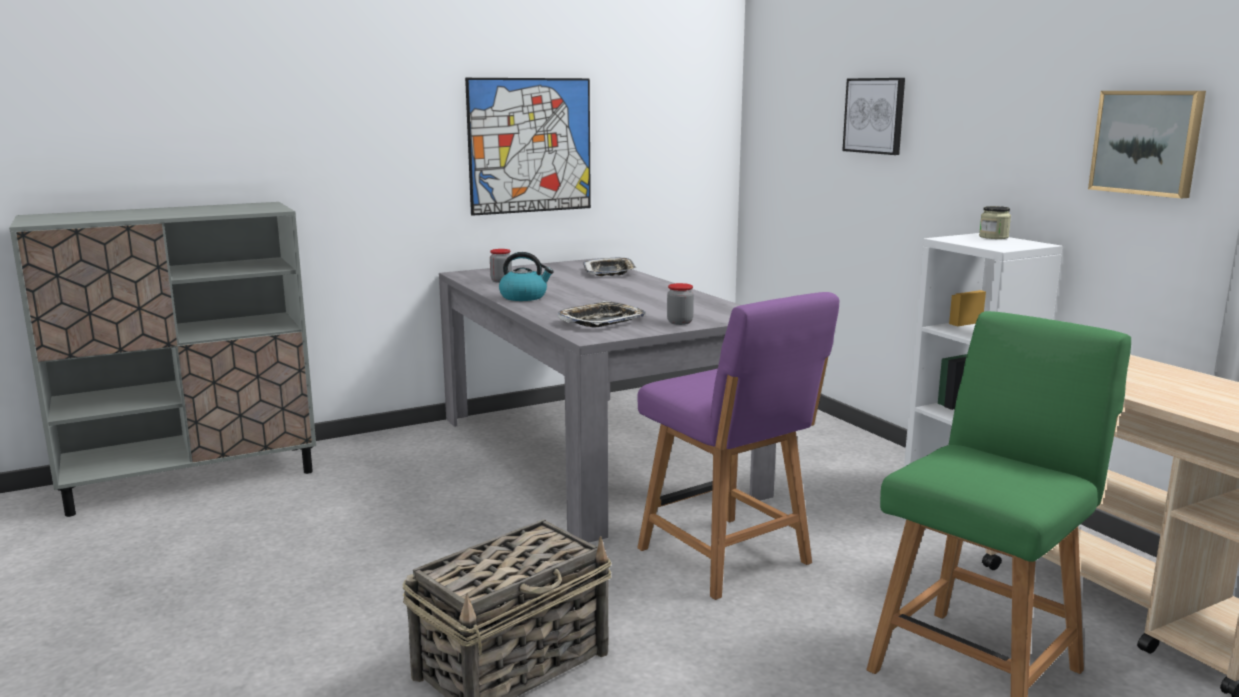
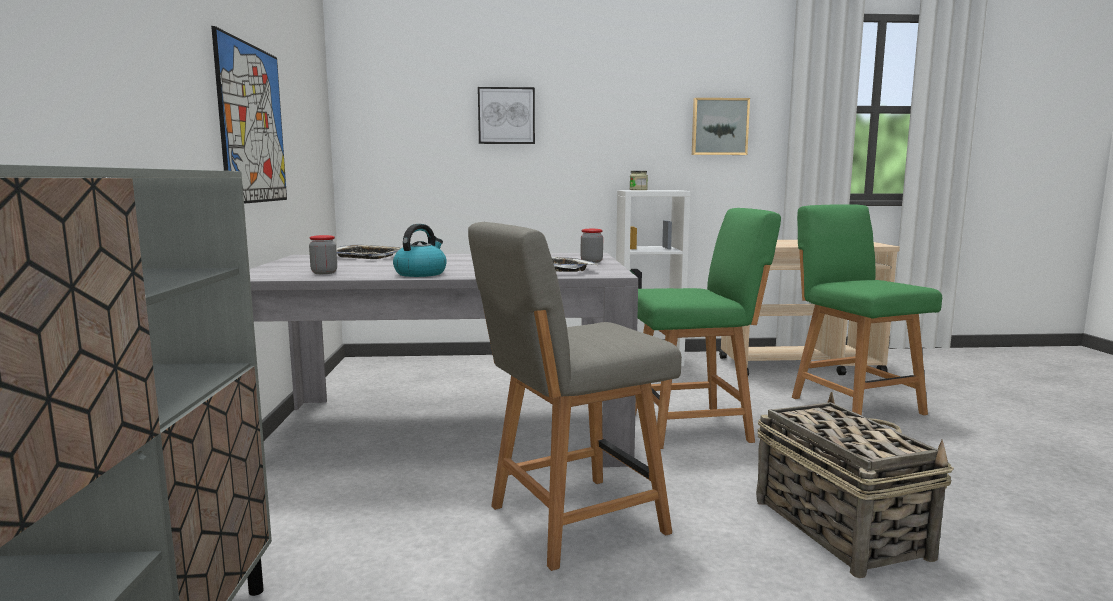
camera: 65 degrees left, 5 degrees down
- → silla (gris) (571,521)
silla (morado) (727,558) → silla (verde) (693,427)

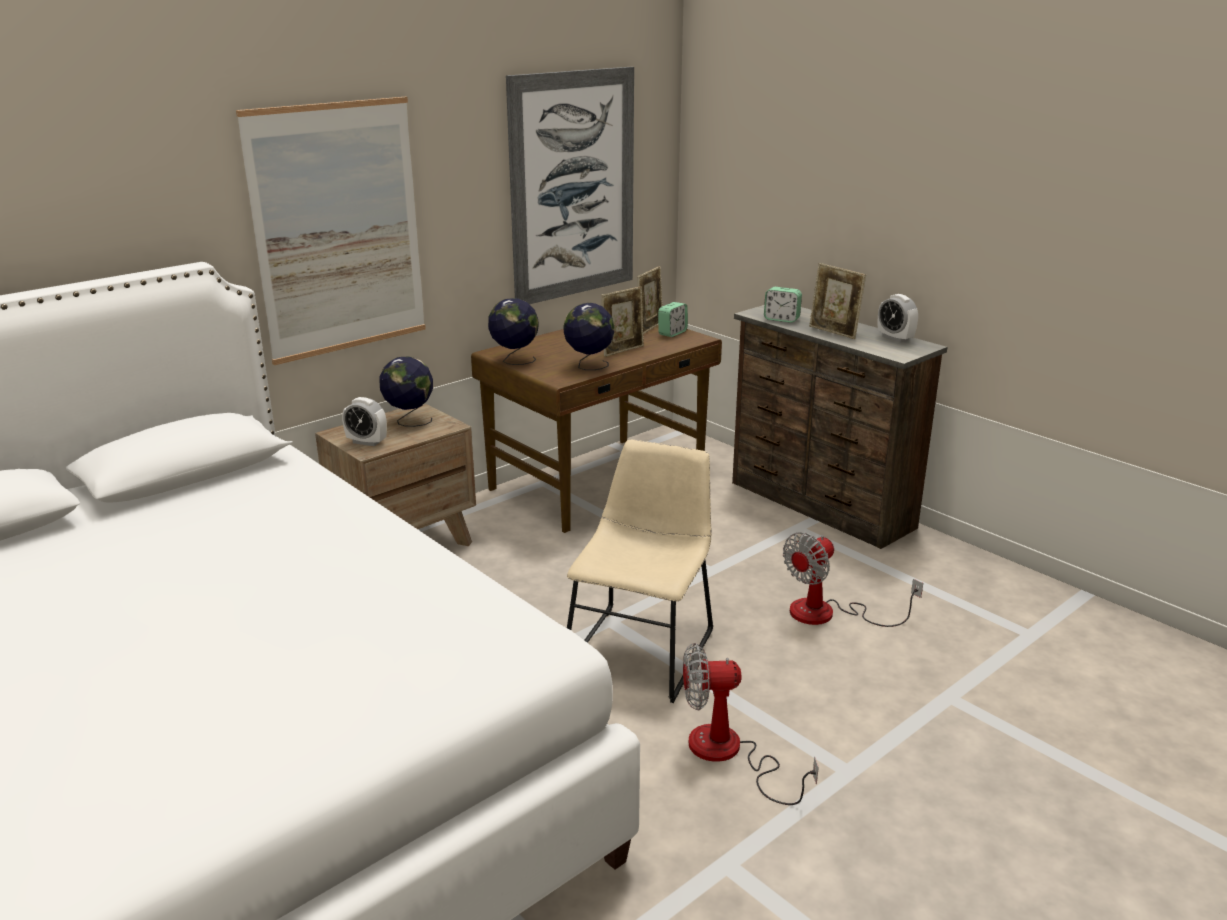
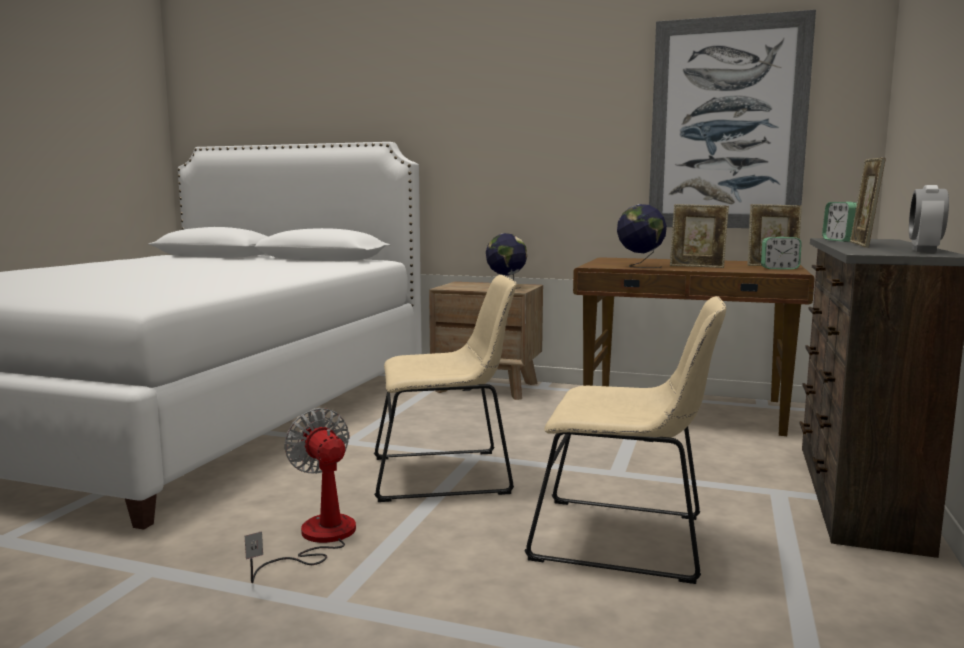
camera: 60 degrees right, 15 degrees down
ventilador (828,614) → silla (beis) (627,539)
cuadro (338,230) → -
despertador (366,442) → -
globo terráqueo (514,360) → -

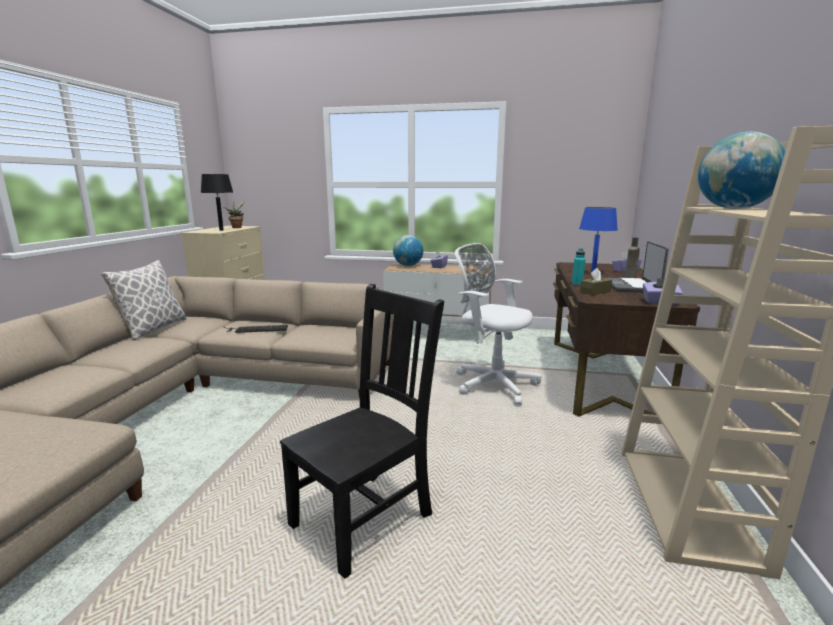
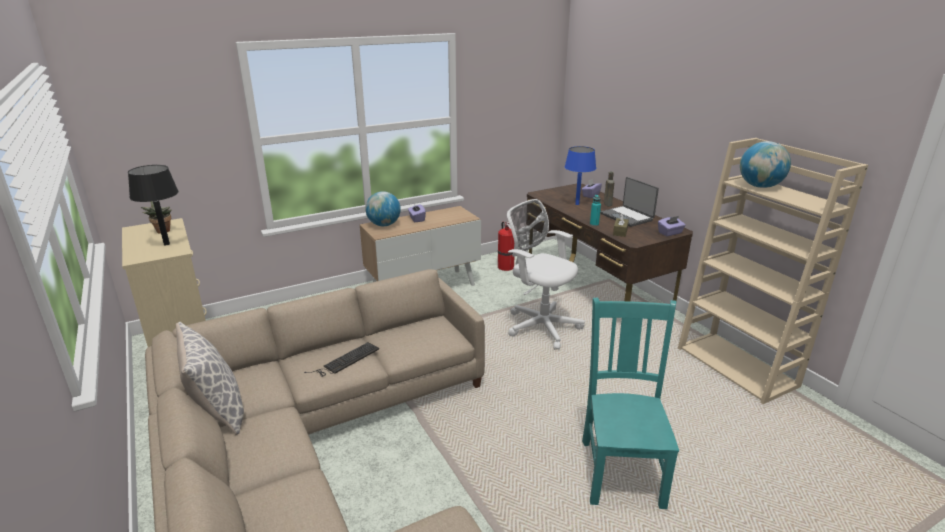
camera: 40 degrees left, 10 degrees up
- → extintor (505,266)
silla de oficina (blanco) (492,383) → silla de oficina (blanco) (540,325), 45 degrees clockwise
silla (negro) (365,517) → silla (turquesa) (621,470)

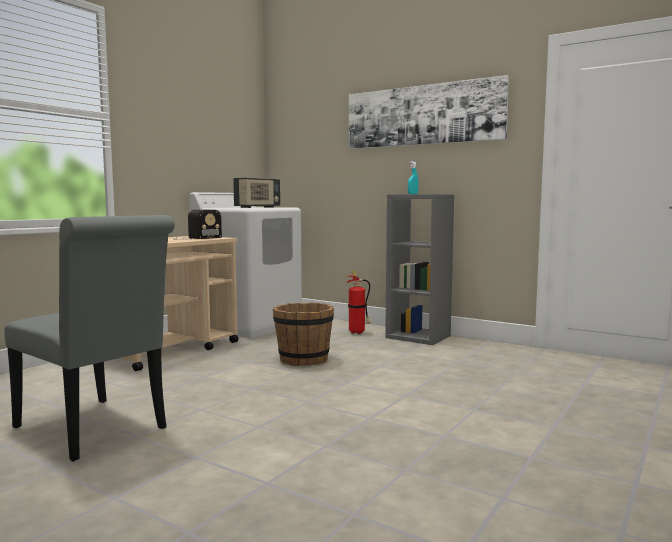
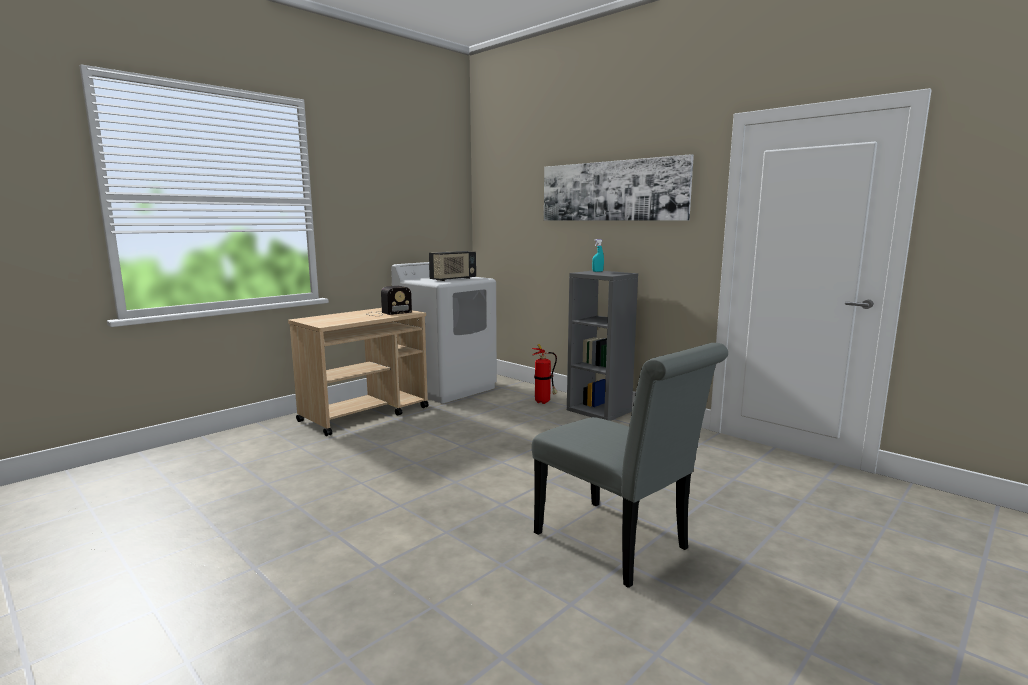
camera: 10 degrees right, 5 degrees up
silla (gris) (95,430) → silla (gris) (618,545), moved
cubo (marrón) (303,360) → -

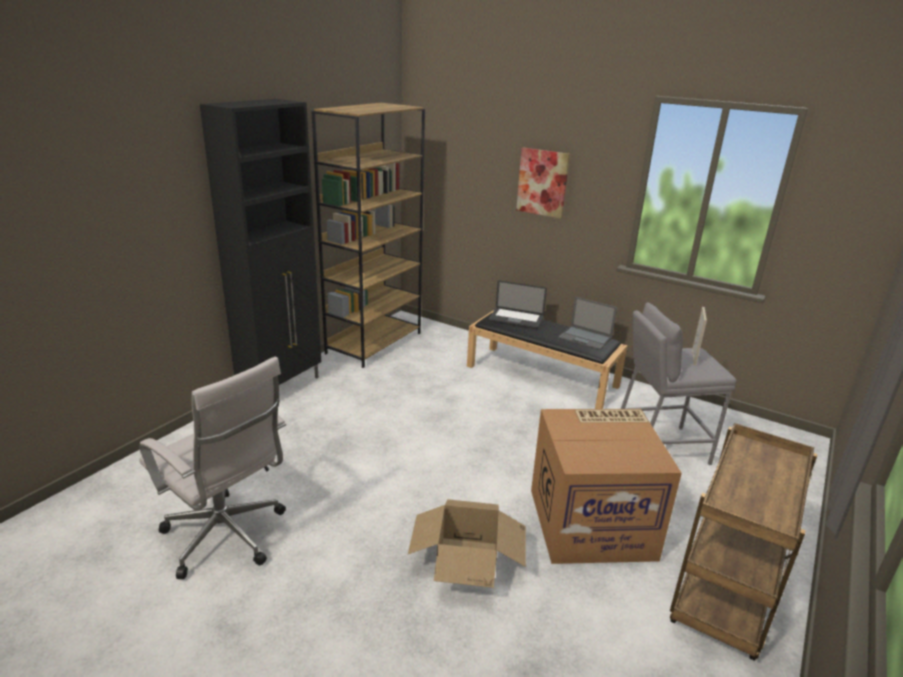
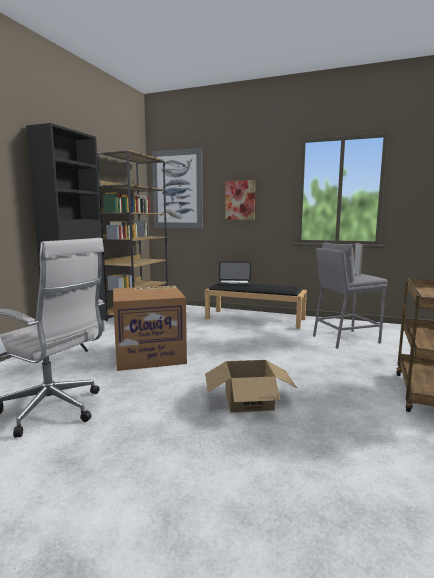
camera: 10 degrees left, 15 degrees down
caja de cartón (592,522) → caja de cartón (150,354), moved
- → cuadro (177,189)
portátil (585,338) → -

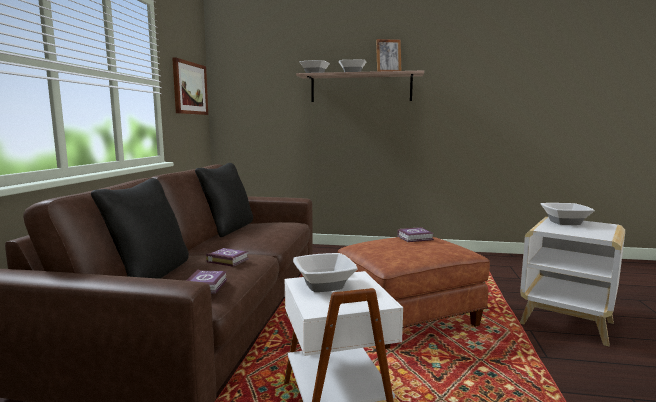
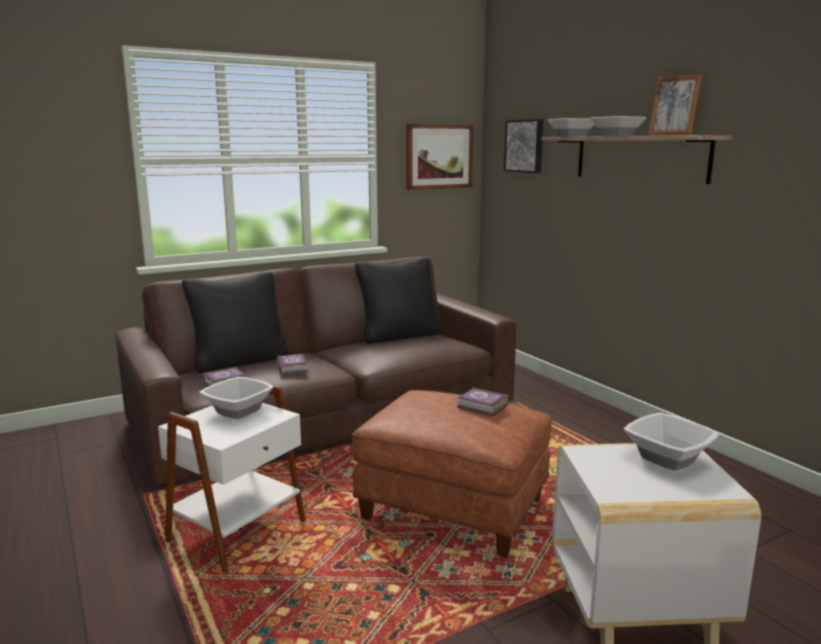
camera: 50 degrees right, 5 degrees up
- → cuadro (525,146)

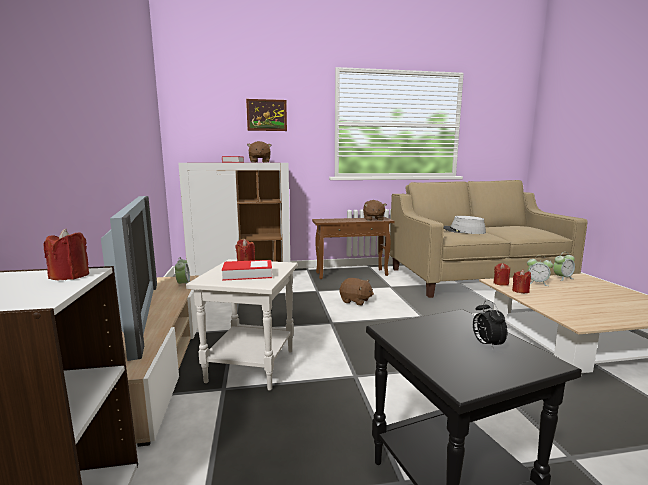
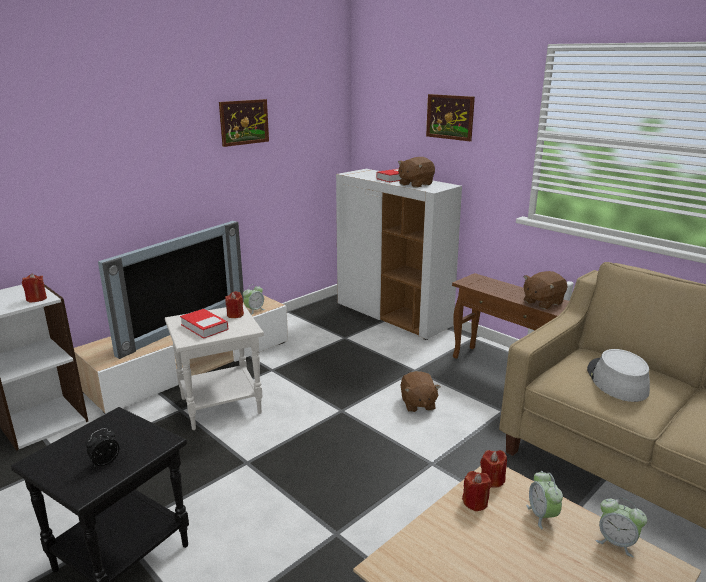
camera: 55 degrees right, 10 degrees up
- → cuadro (244,122)

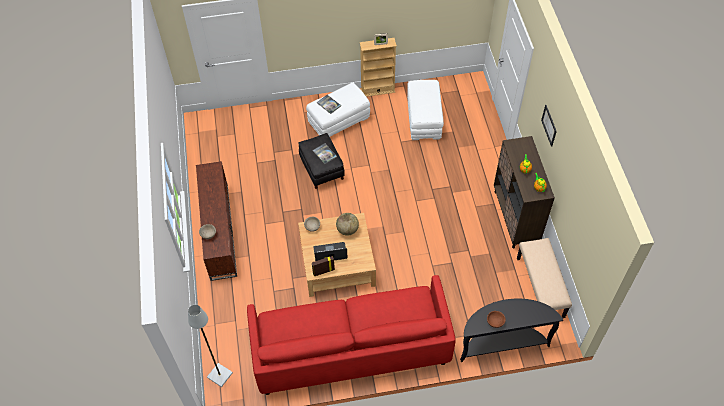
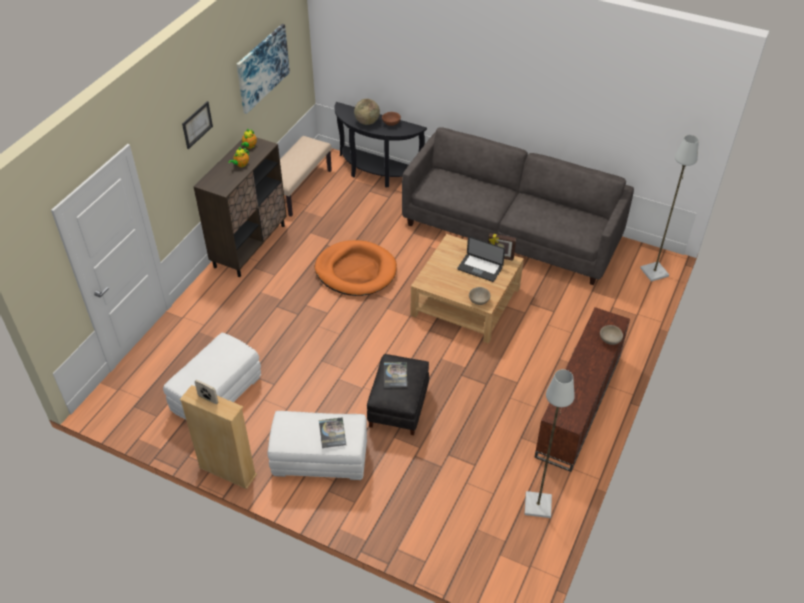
camera: 145 degrees left, 10 degrees down
- → cuadro (262,68)
- → cama para perro (naranja) (356,271)
globo terráqueo (347,230) → globo terráqueo (367,122), moved
sofá (rojo) (351,348) → sofá (gris) (511,231)
- → lámpara de pie (gris) (538,505)

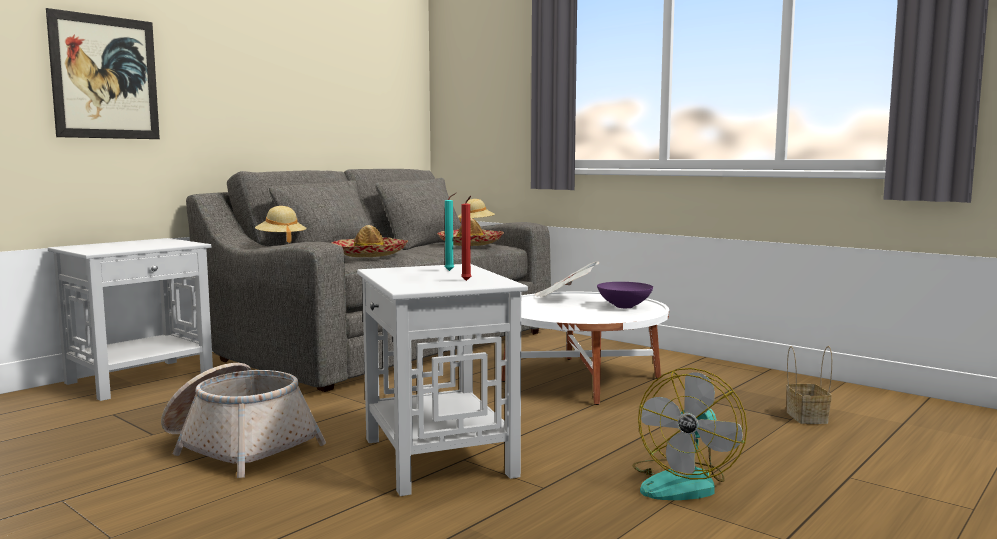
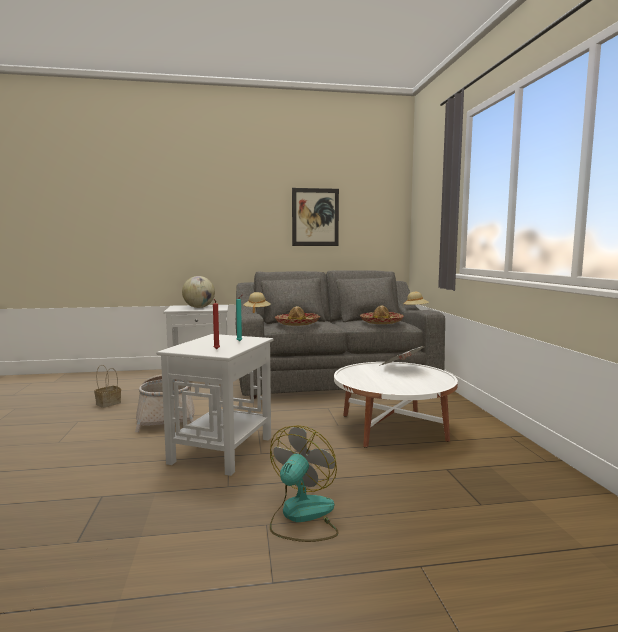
camera: 40 degrees right, 0 degrees up
cesta (805,417) → cesta (109,403), moved
- → globo terráqueo (199,307)
ventilador (684,482) → ventilador (301,516), 135 degrees clockwise
cuadro (105,77) → cuadro (315,217), moved
cuenco (morado) (623,306) → -

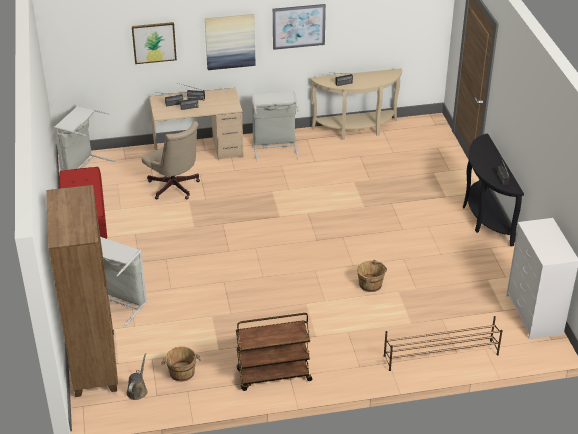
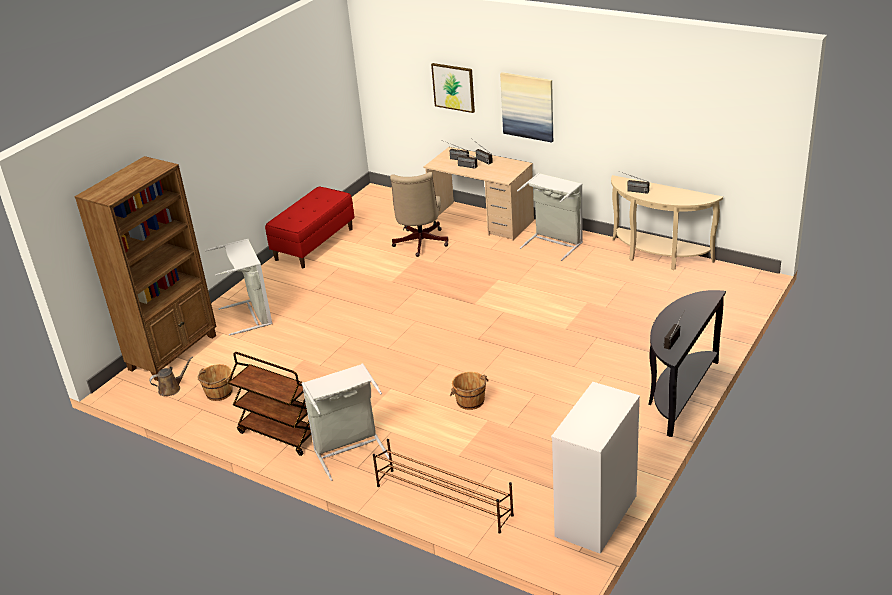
camera: 45 degrees right, 5 degrees down
cesto de la ropa (gris) (83,167) → cesto de la ropa (gris) (349,450), moved
cuadro (298,26) → -

